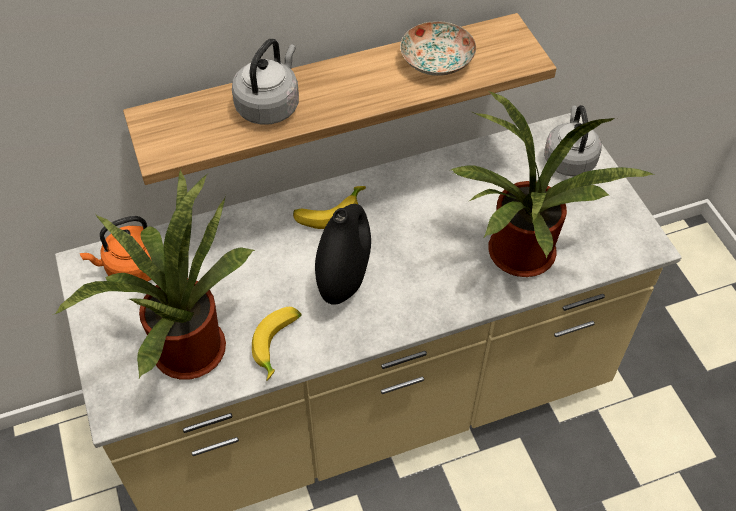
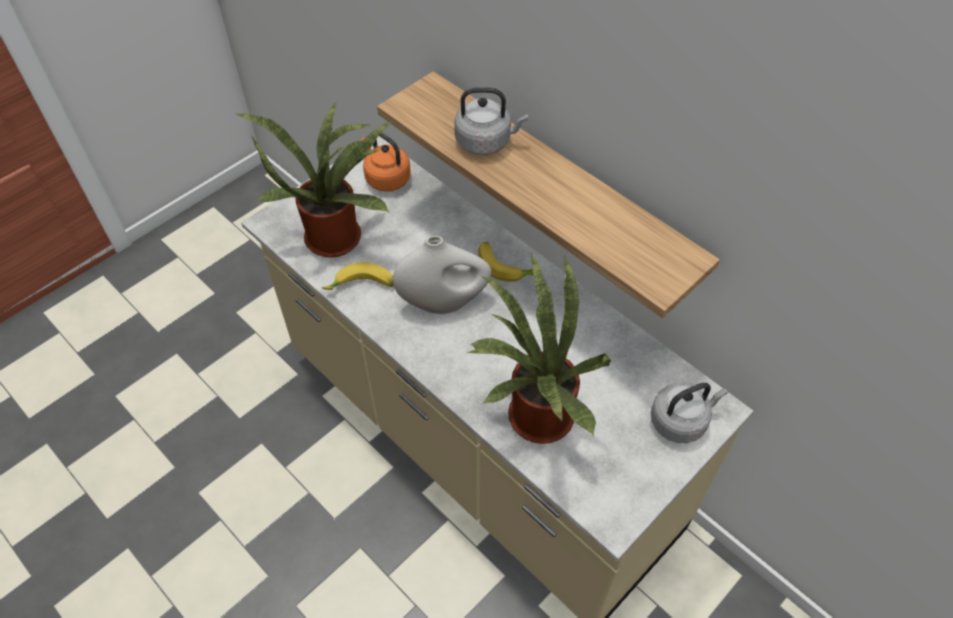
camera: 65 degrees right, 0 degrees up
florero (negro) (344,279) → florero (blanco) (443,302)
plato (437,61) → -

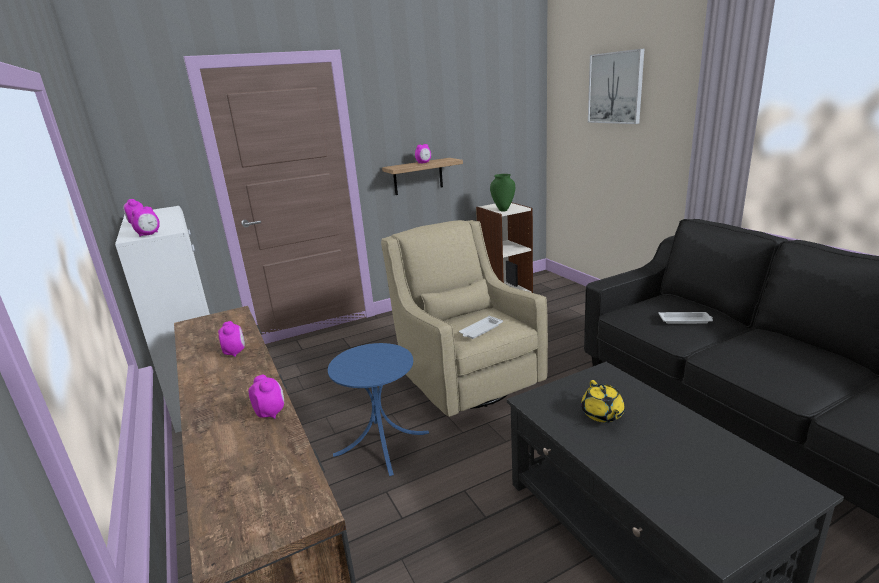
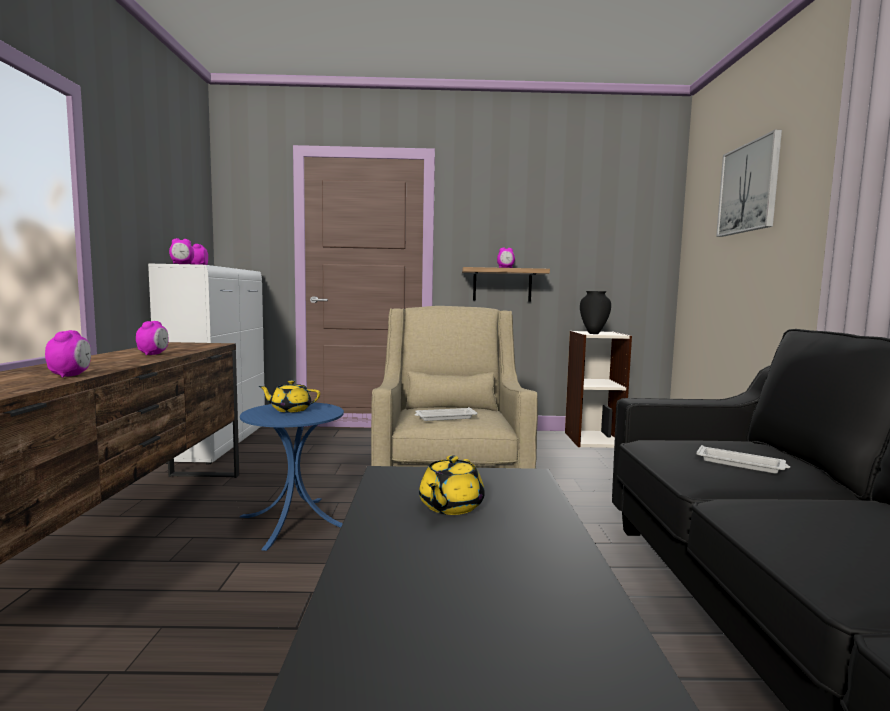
camera: 25 degrees right, 15 degrees down
- → tetera (amarillo) (290,410)
florero (verde) (503,210) → florero (negro) (593,333)

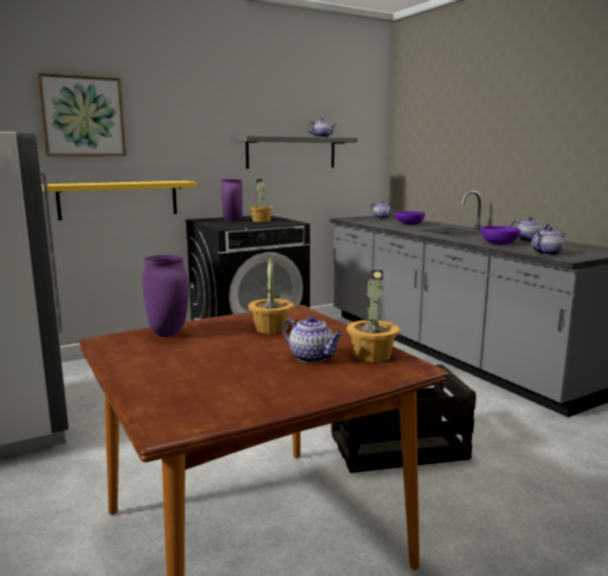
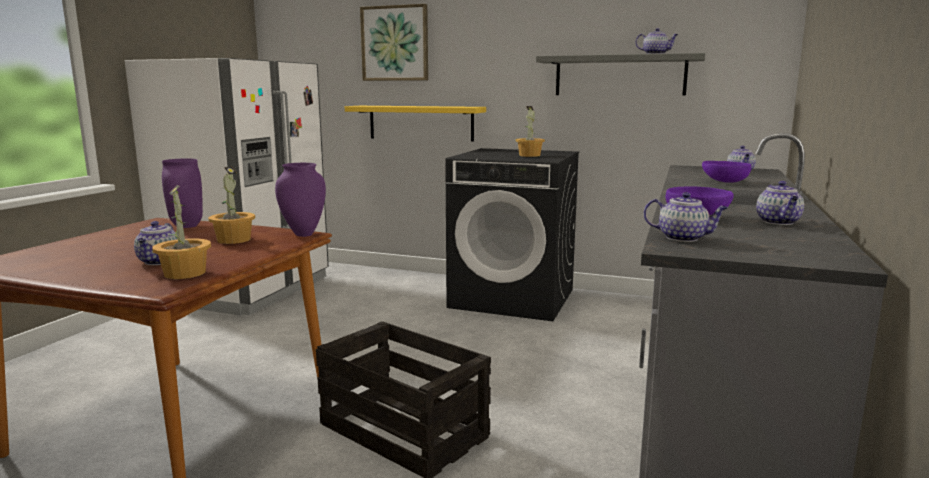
camera: 50 degrees right, 0 degrees up
florero (morado) (233,221) → florero (morado) (304,234), moved

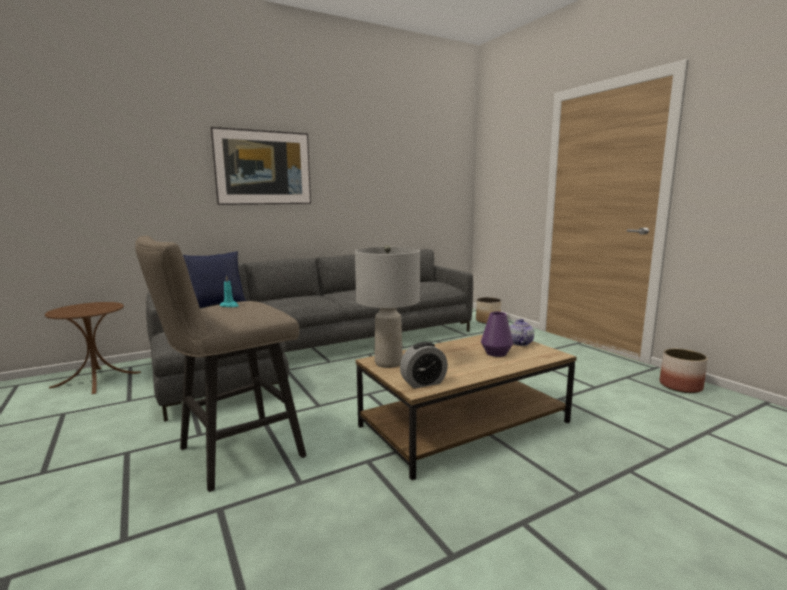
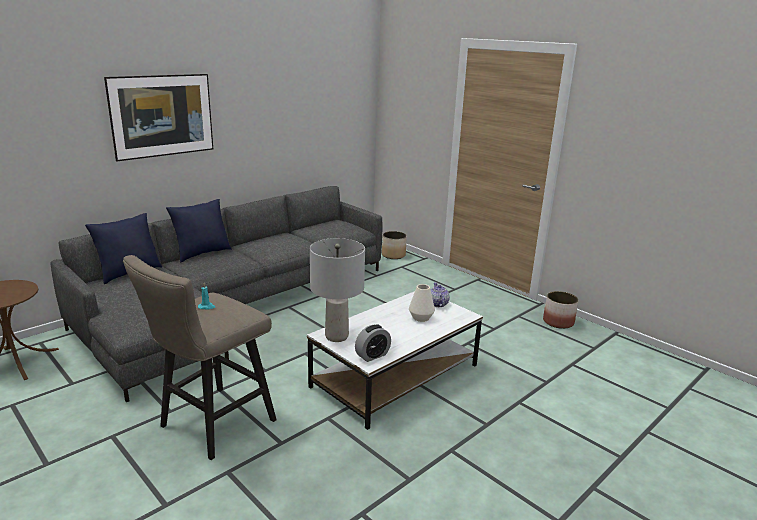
camera: 15 degrees left, 10 degrees up
- → cojín (azul) (202,253)
mesa de centro (marrón) (465,423) → mesa de centro (blanco) (396,375)
florero (morado) (496,353) → florero (blanco) (421,317)

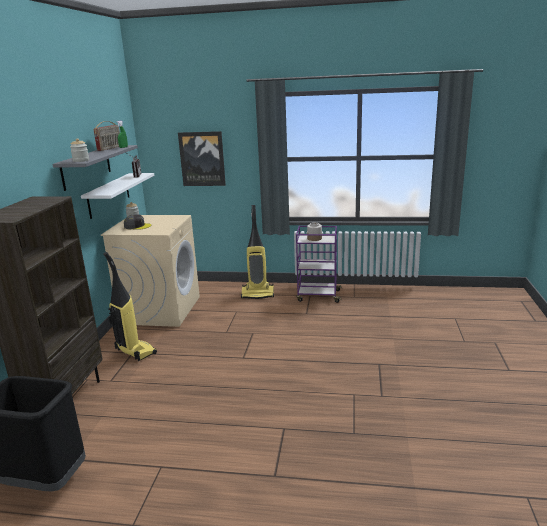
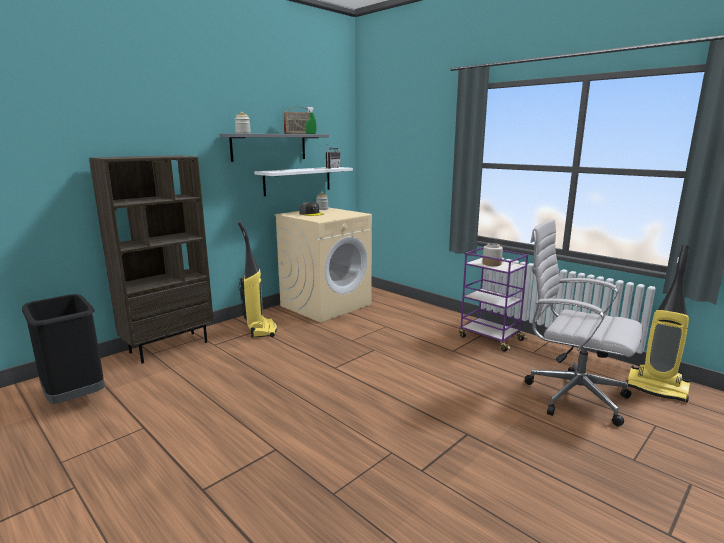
camera: 35 degrees right, 5 degrees down
- → silla de oficina (blanco) (571,395)
aspiradora (258,294) → aspiradora (657,388), moved
cuadro (202,159) → -

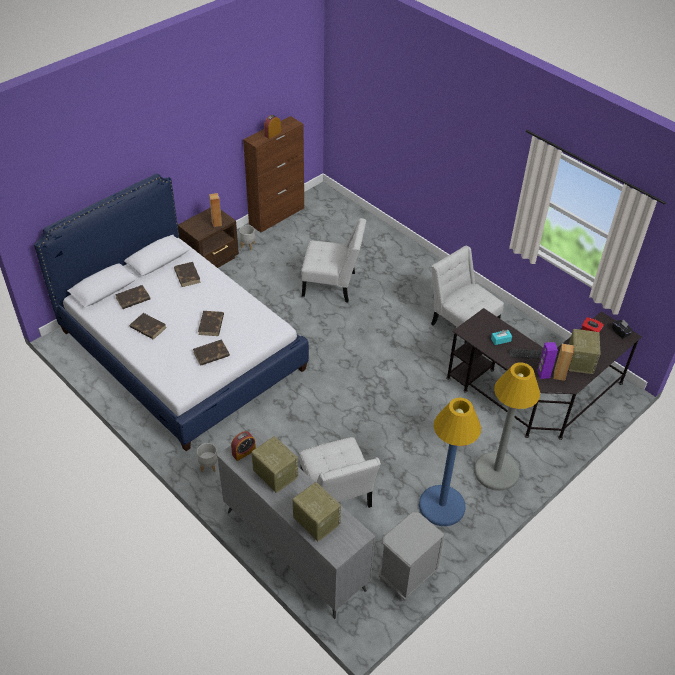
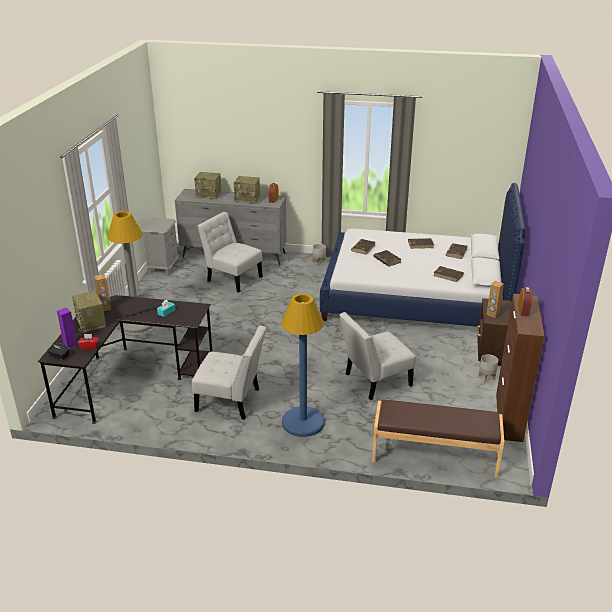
camera: 145 degrees right, 15 degrees down
altavoz (morado) (543,374) → altavoz (morado) (70,344), moved
lámpara de pie (azul) (441,506) → lámpara de pie (azul) (303,422), moved
- → banco (marrón) (434,456)

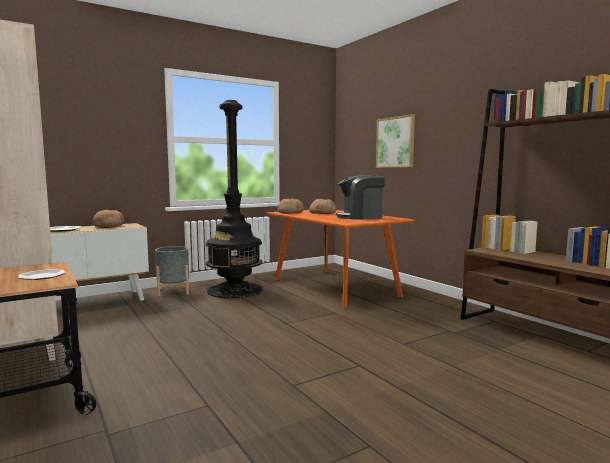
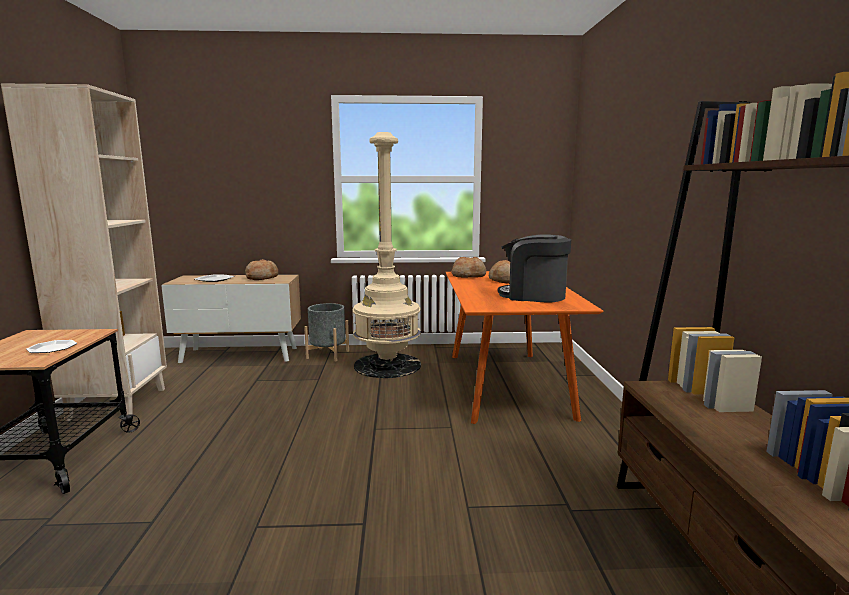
camera: 30 degrees right, 5 degrees up
lámpara de pie (negro) (235,290) → lámpara de pie (beis) (387,365)
cuadro (395,142) → -

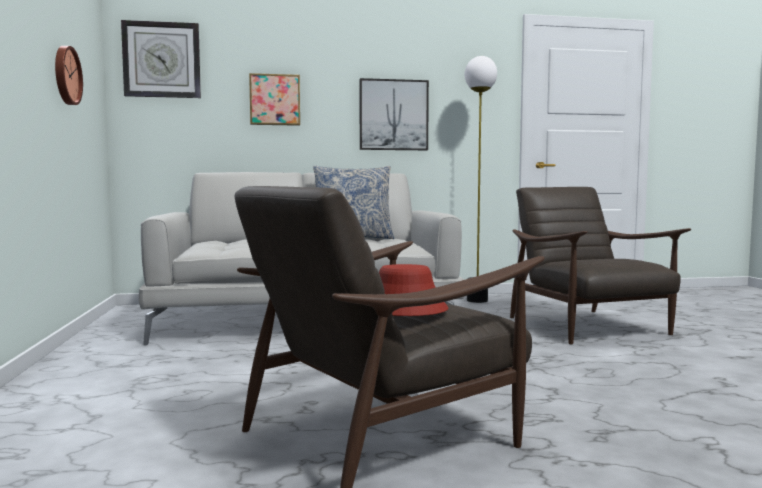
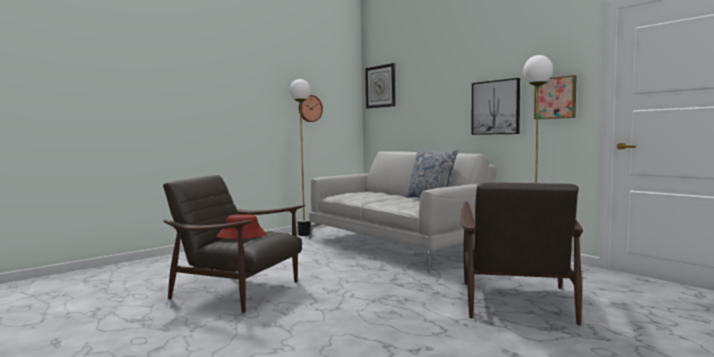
camera: 60 degrees right, 0 degrees up
- → lámpara de pie (304,234)
sillón (marrón) (588,327) → sillón (marrón) (516,300), 150 degrees clockwise
cuadro (275,100) → cuadro (555,98), moved

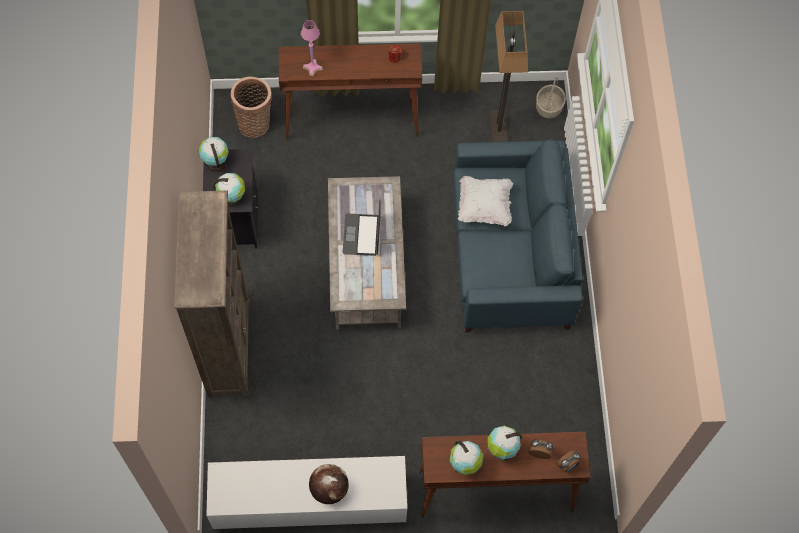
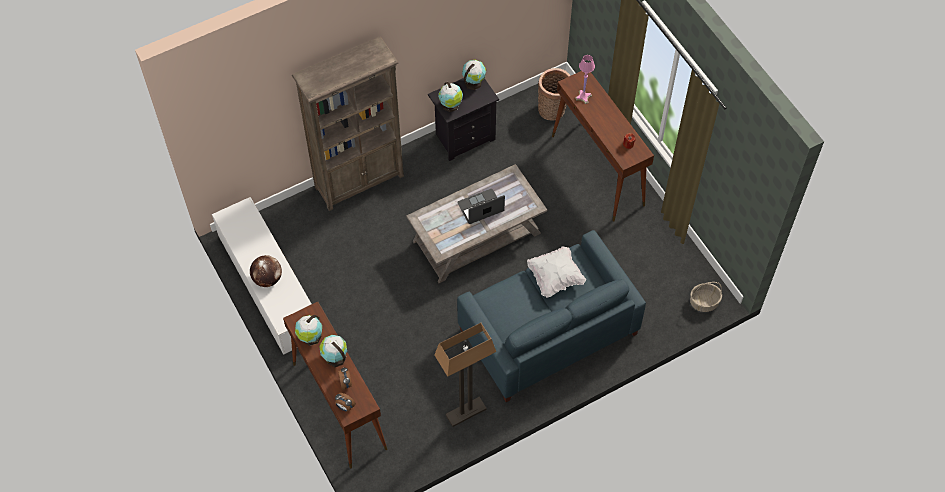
camera: 65 degrees right, 5 degrees down
lámpara de pie (498,128) → lámpara de pie (466,412), moved

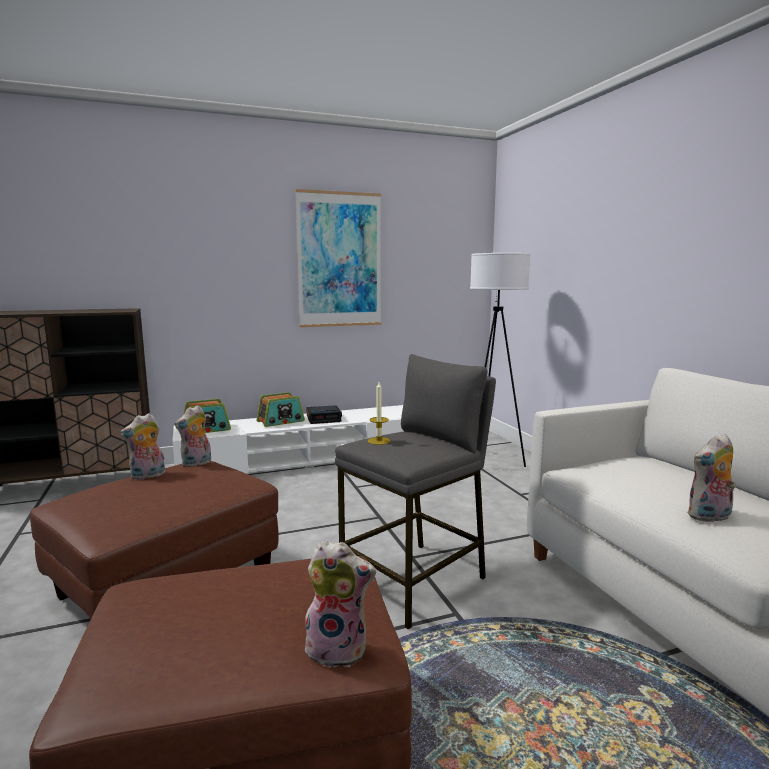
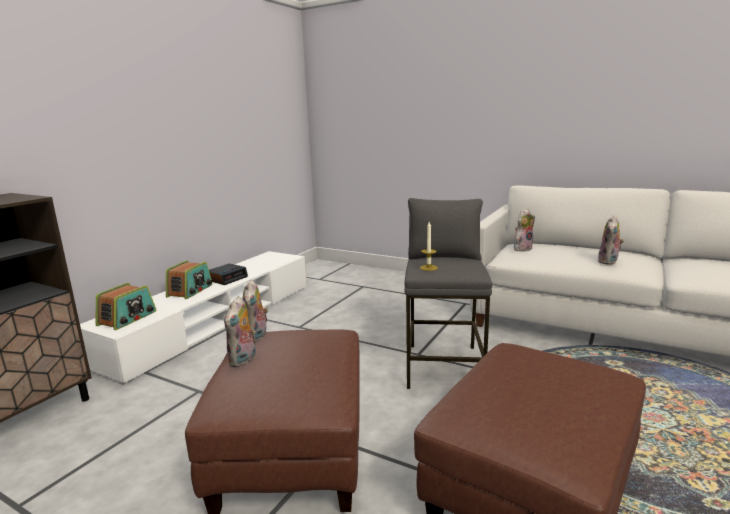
camera: 40 degrees left, 5 degrees up
peluche (339,649) → peluche (522,248), moved
cuadro (339,260) → -
lámpara de pie (blanco) (491,462) → -

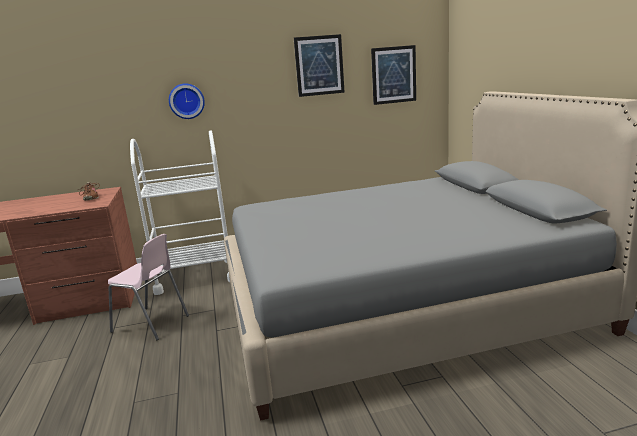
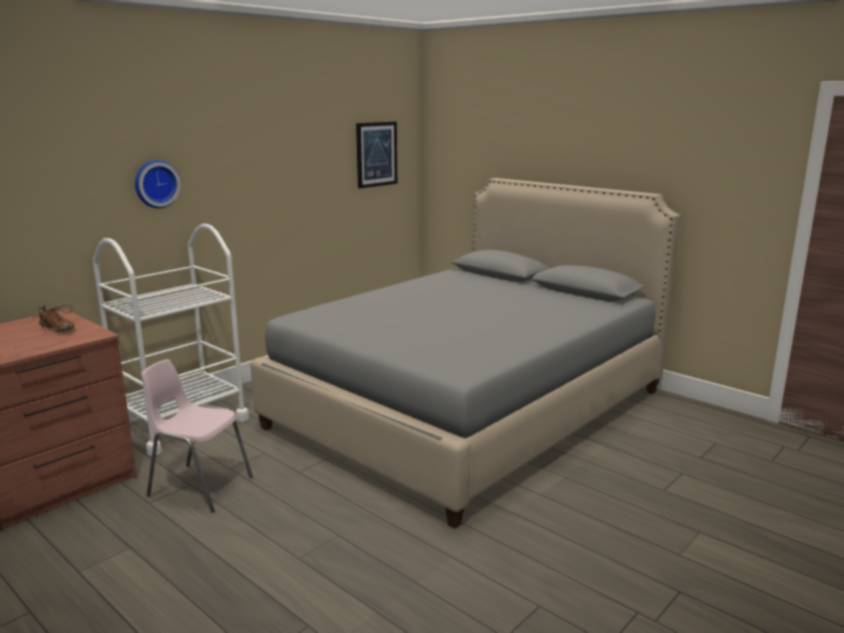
camera: 35 degrees left, 0 degrees up
silla (rosa) (151,324) → silla (rosa) (199,486), 150 degrees counterclockwise
cuadro (319,65) → -

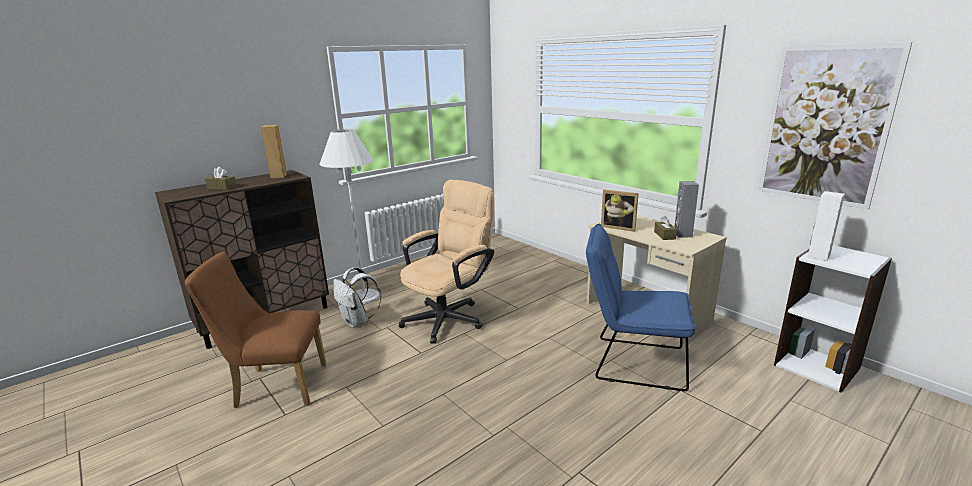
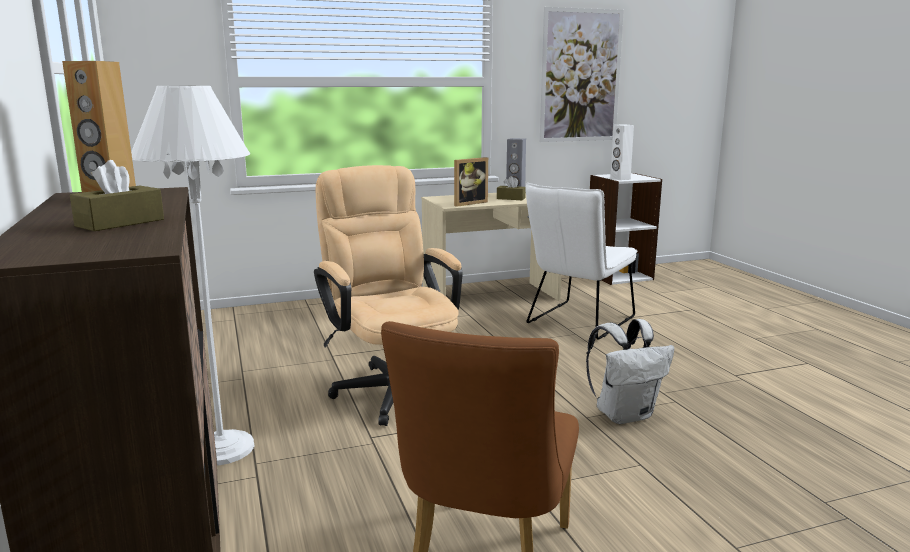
camera: 70 degrees left, 5 degrees down
silla (azul) (632,362) → silla (blanco) (577,322)
mochila (blanco) (357,322) → mochila (blanco) (625,414), moved

